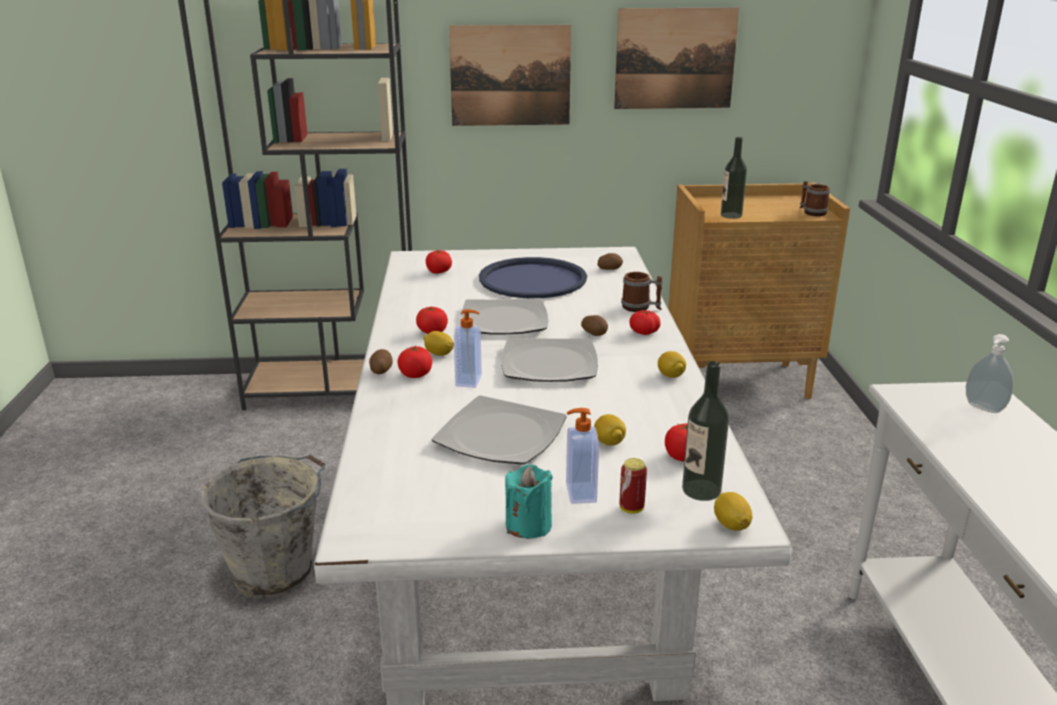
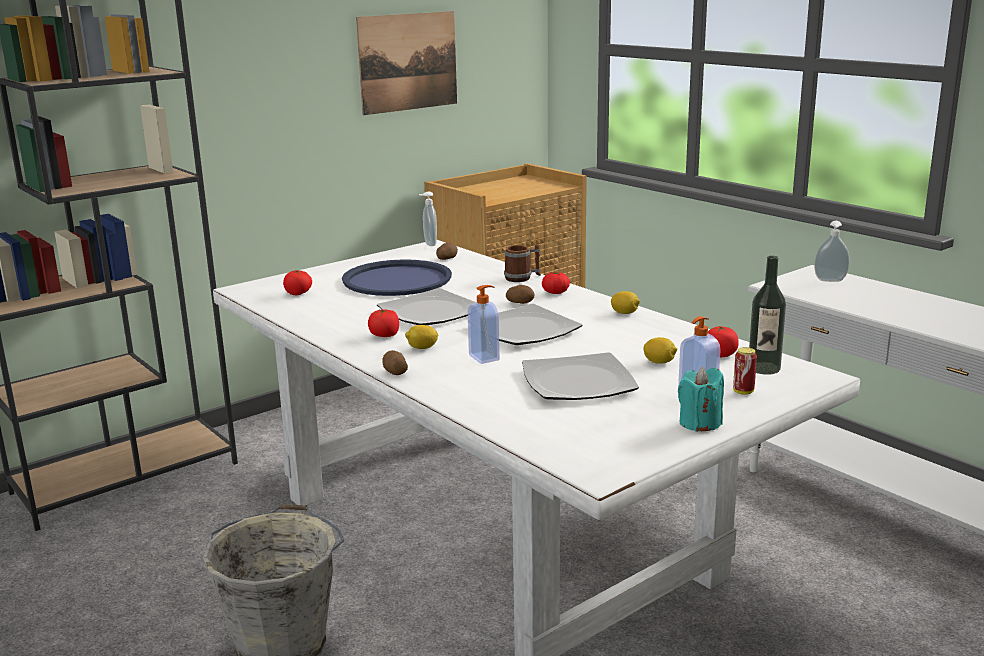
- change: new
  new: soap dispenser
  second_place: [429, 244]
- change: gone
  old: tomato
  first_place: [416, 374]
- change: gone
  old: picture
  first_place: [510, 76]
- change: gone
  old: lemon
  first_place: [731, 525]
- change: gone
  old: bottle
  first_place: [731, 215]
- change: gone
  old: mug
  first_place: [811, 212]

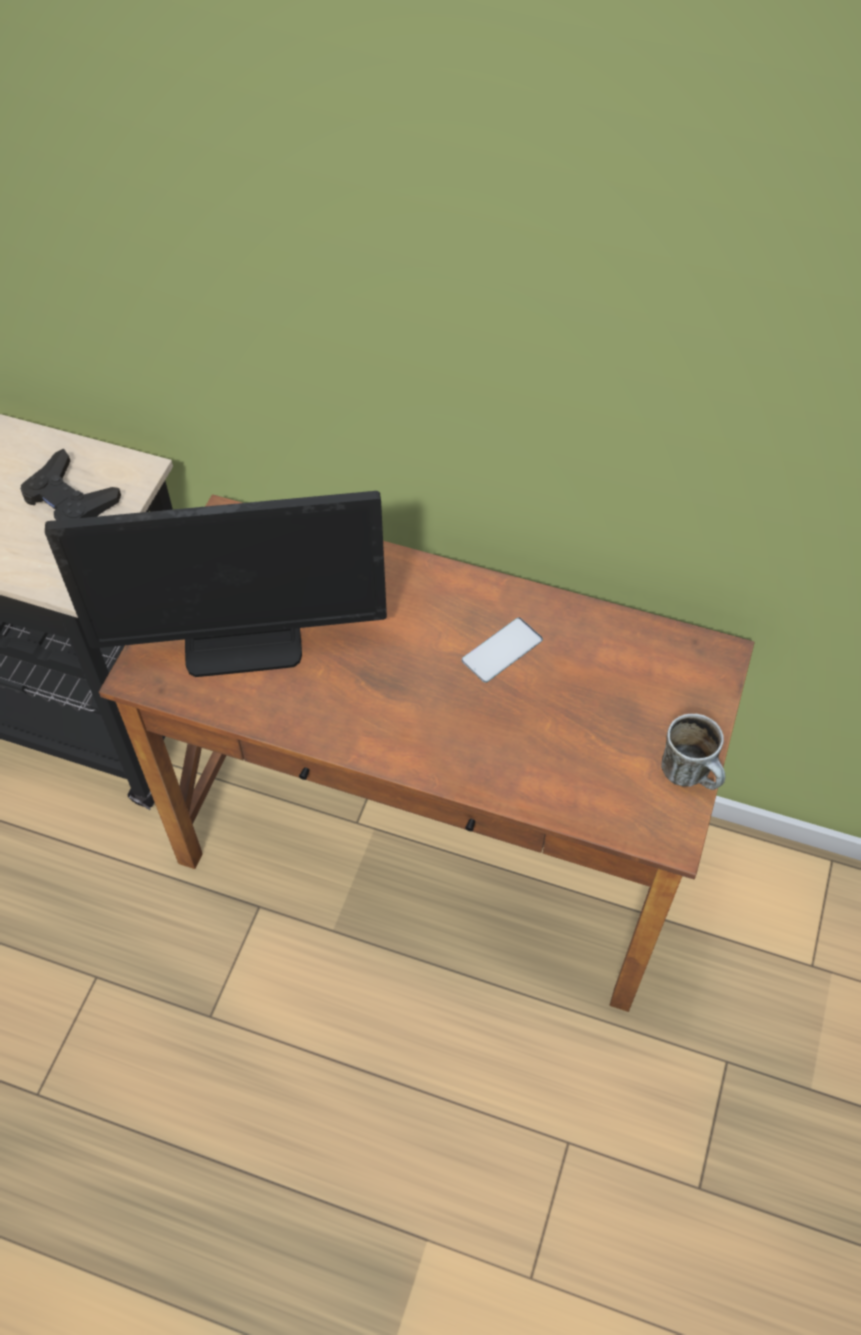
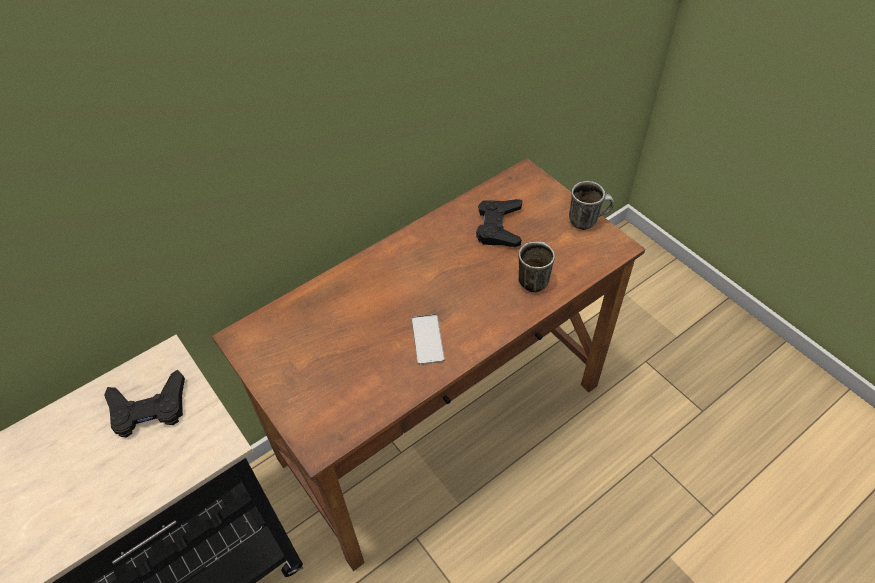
- change: shifted
  old: phone
  first_place: [502, 650]
  second_place: [427, 339]
- change: new
  new: game controller (black)
  second_place: [499, 227]
- change: new
  new: mug
  second_place: [533, 278]
- change: gone
  old: monitor
  first_place: [243, 641]

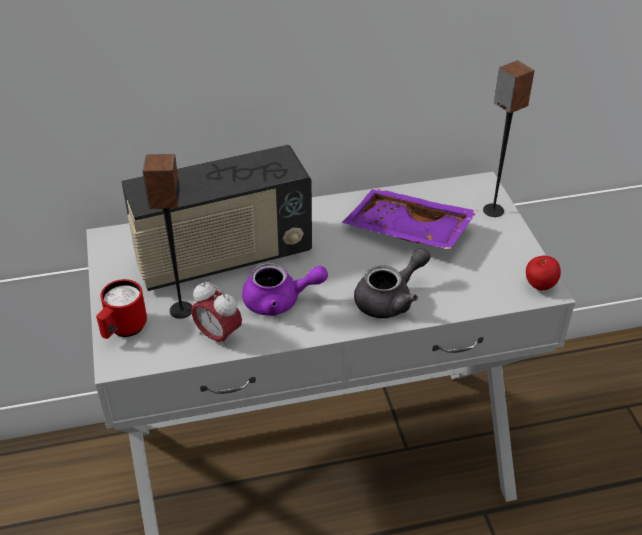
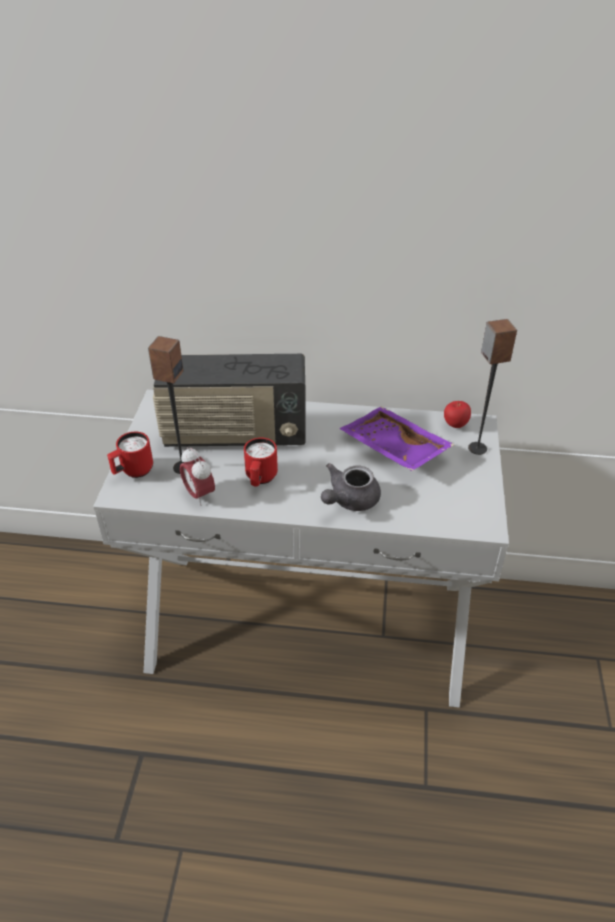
- change: swapped
  old: teapot (purple)
  new: mug (red)
  first_place: [280, 301]
  second_place: [260, 479]
- change: rotated
  old: teapot (grey)
  first_place: [390, 299]
  second_place: [349, 500]
  degrees: 150
- change: shifted
  old: apple
  first_place: [539, 286]
  second_place: [455, 425]

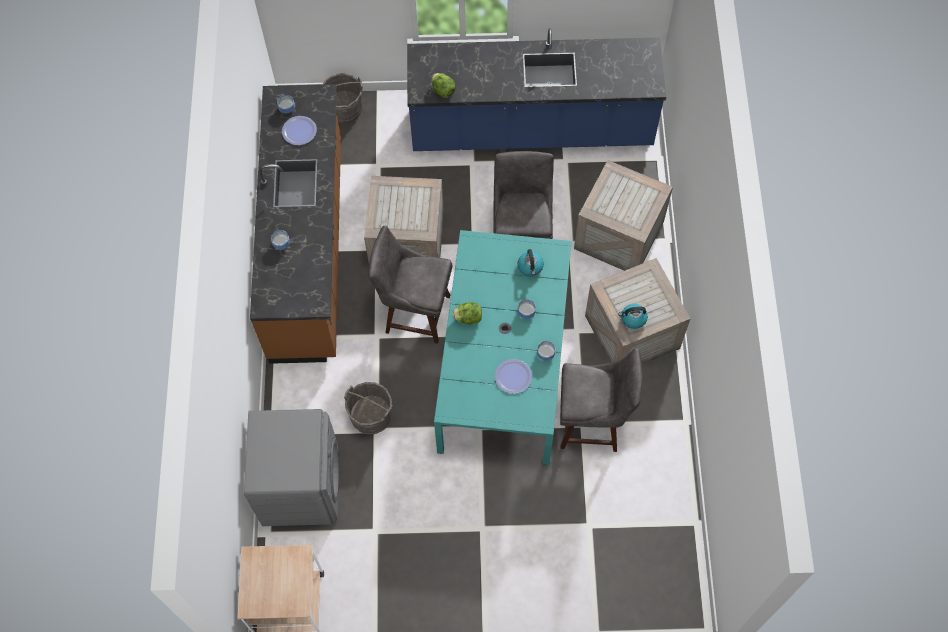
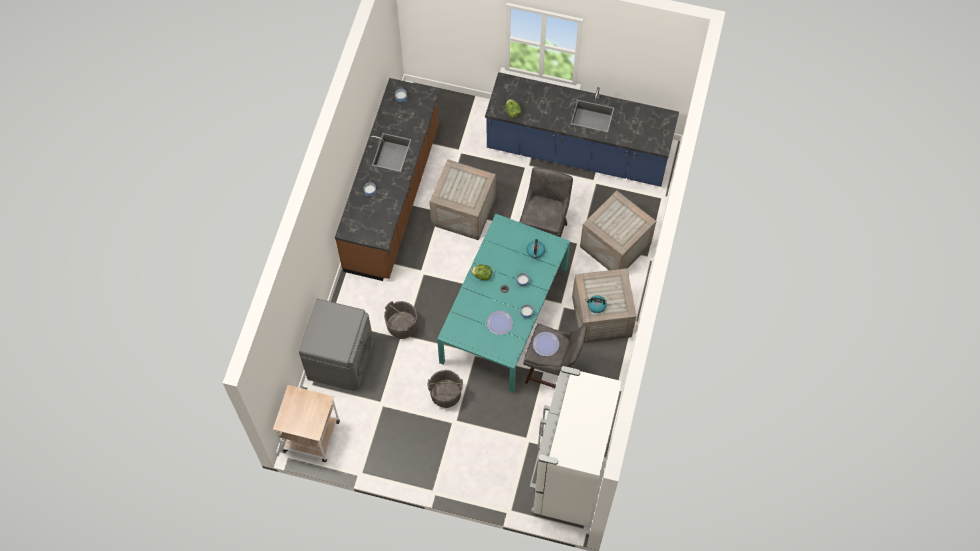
- change: shifted
  old: bucket (grey)
  first_place: [344, 109]
  second_place: [445, 395]
- change: new
  new: fridge (white)
  second_place: [567, 478]
- change: shifted
  old: plate
  first_place: [299, 131]
  second_place: [545, 344]
- change: gone
  old: stool (grey)
  first_place: [414, 313]

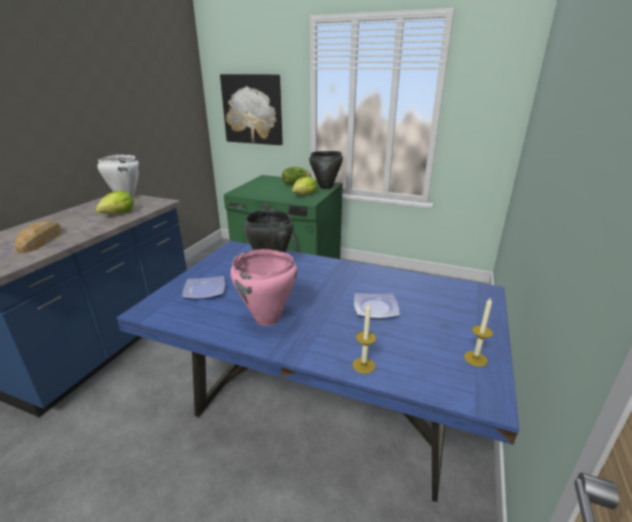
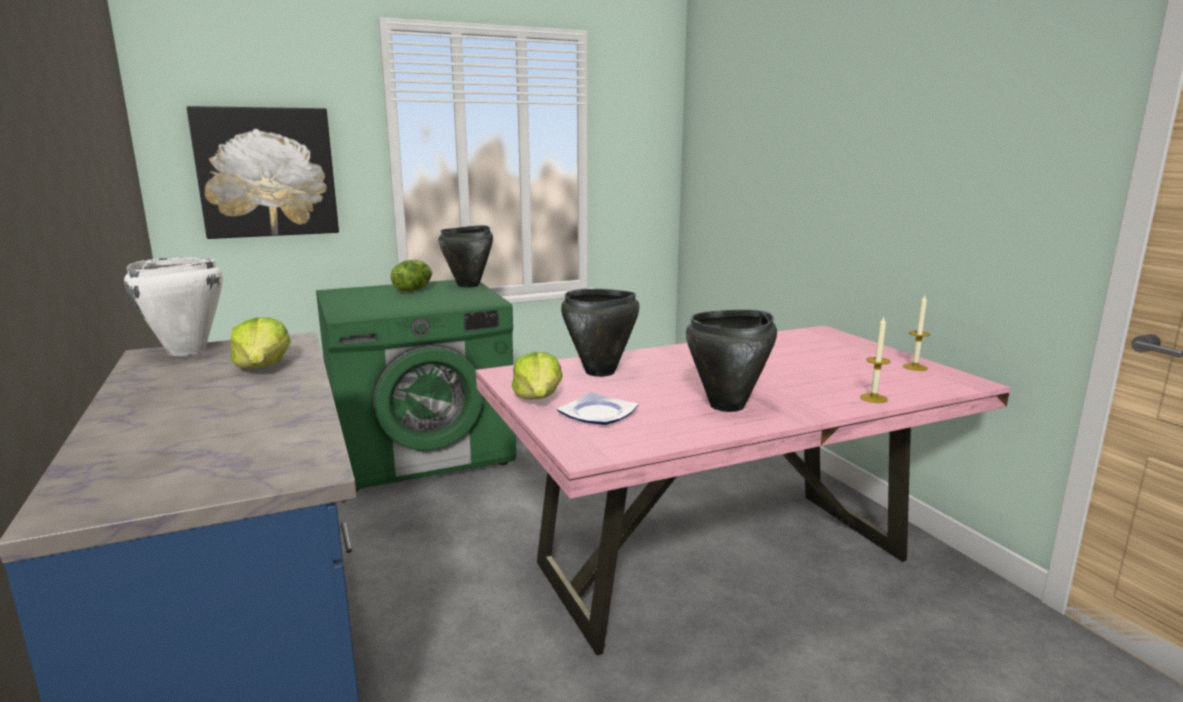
- change: repainted
  old: dining table (blue)
  new: dining table (pink)
  first_place: [323, 413]
  second_place: [723, 561]
- change: shifted
  old: lettuce
  first_place: [304, 195]
  second_place: [538, 398]
- change: repainted
  old: cooking pot (pink)
  new: cooking pot (black)
  first_place: [267, 319]
  second_place: [728, 406]
- change: gone
  old: bread
  first_place: [41, 240]
- change: gone
  old: plate
  first_place: [374, 308]

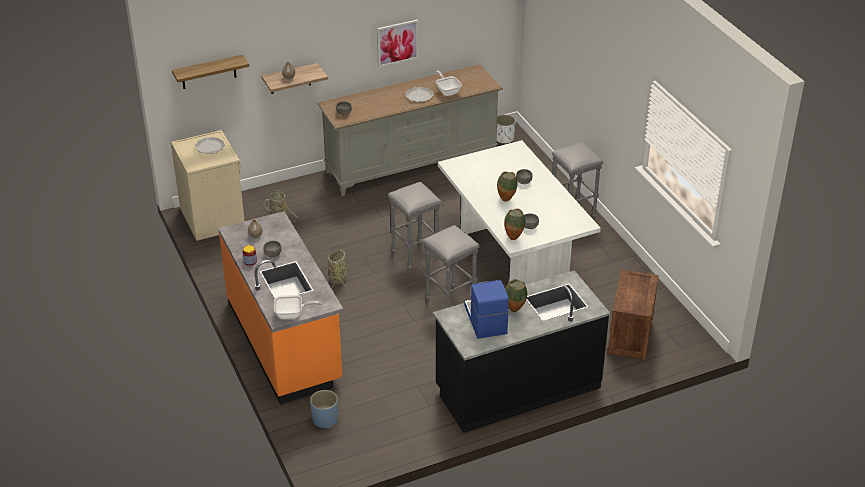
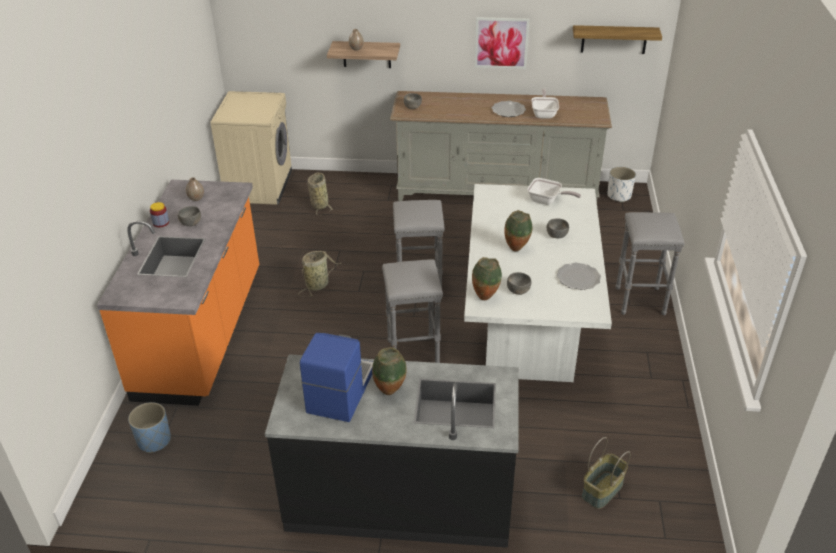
- change: shifted
  old: frying pan
  first_place: [292, 314]
  second_place: [547, 201]
- change: shifted
  old: plate
  first_place: [210, 147]
  second_place: [578, 278]
- change: shifted
  old: shelf
  first_place: [208, 72]
  second_place: [614, 39]
- change: swapped
  old: crate
  new: basket
  first_place: [631, 337]
  second_place: [602, 490]

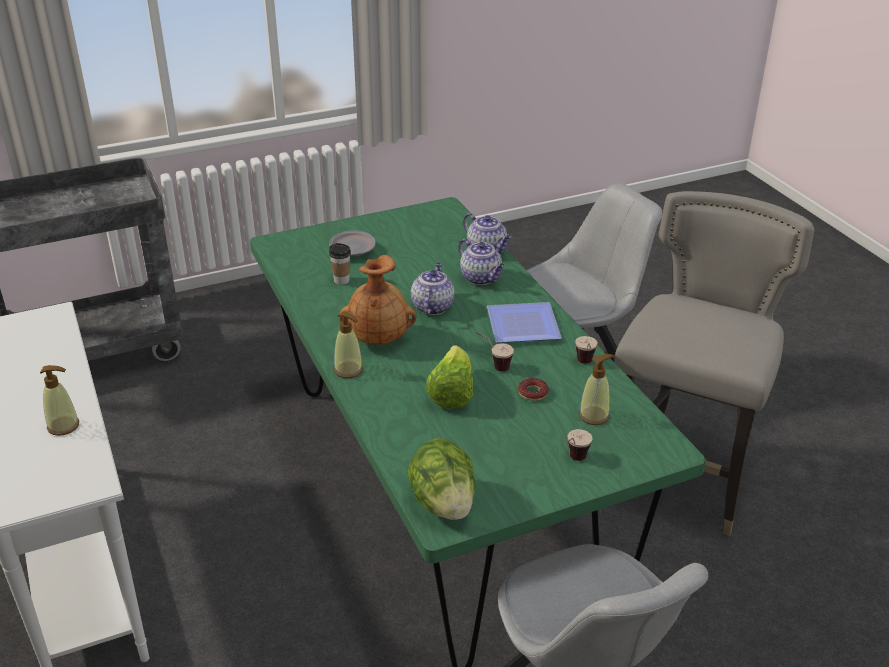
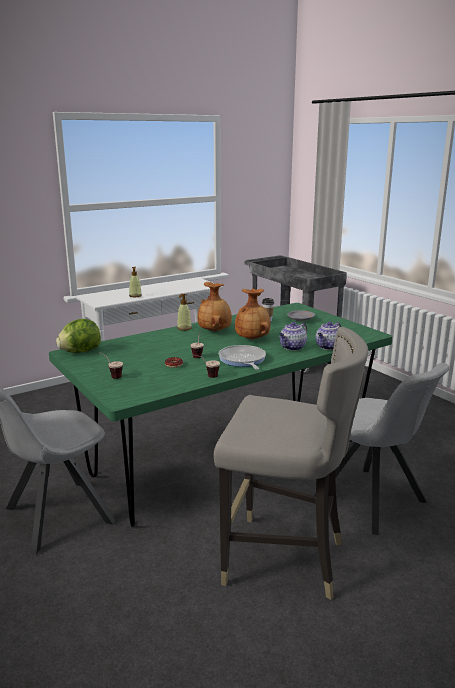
- change: swapped
  old: plate
  new: frying pan
  first_place: [525, 327]
  second_place: [242, 360]
- change: swapped
  old: teapot
  new: vase (brown)
  first_place: [432, 306]
  second_place: [252, 339]
- change: gone
  old: lettuce
  first_place: [451, 393]
- change: gone
  old: soap dispenser
  first_place: [594, 416]

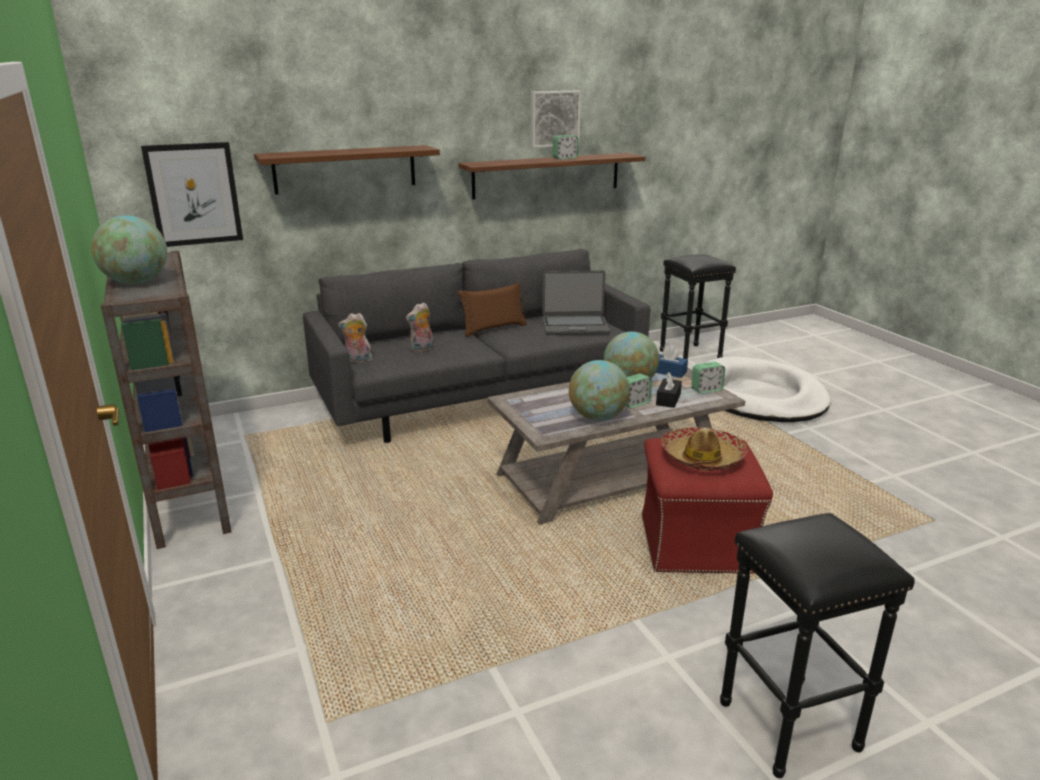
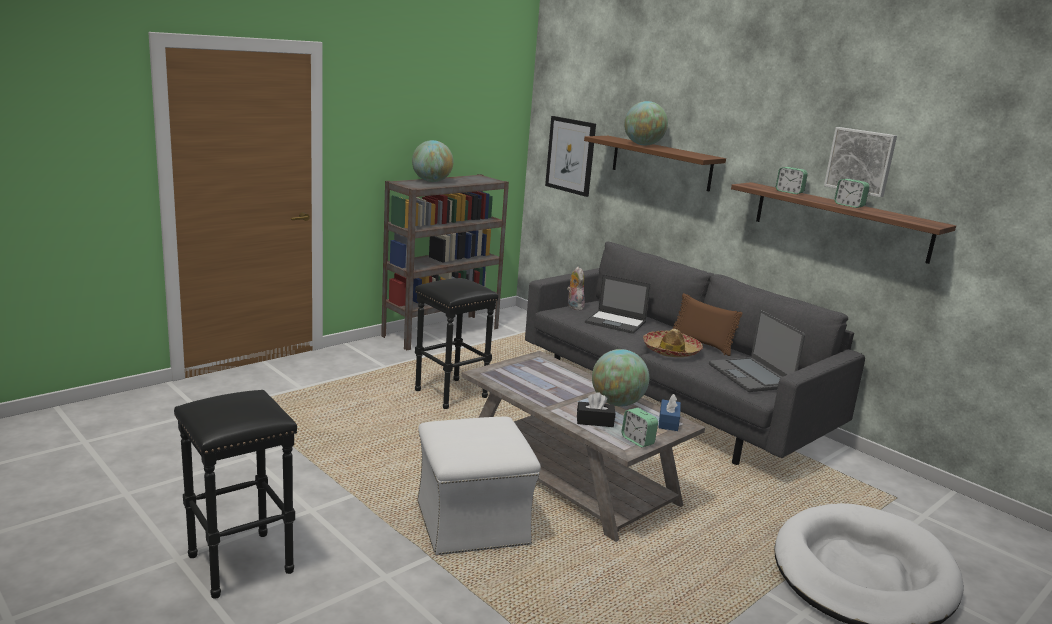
- change: shifted
  old: stool (black)
  first_place: [690, 355]
  second_place: [449, 394]
- change: repainted
  old: ottoman (red)
  new: ottoman (white)
  first_place: [695, 544]
  second_place: [472, 522]
- change: swapped
  old: plush toy
  new: laptop
  first_place: [422, 350]
  second_place: [616, 322]
- change: shifted
  old: globe
  first_place: [597, 417]
  second_place: [643, 145]
- change: shifted
  old: hat
  first_place: [702, 458]
  second_place: [671, 351]
- change: shifted
  old: alarm clock
  first_place: [634, 403]
  second_place: [789, 192]

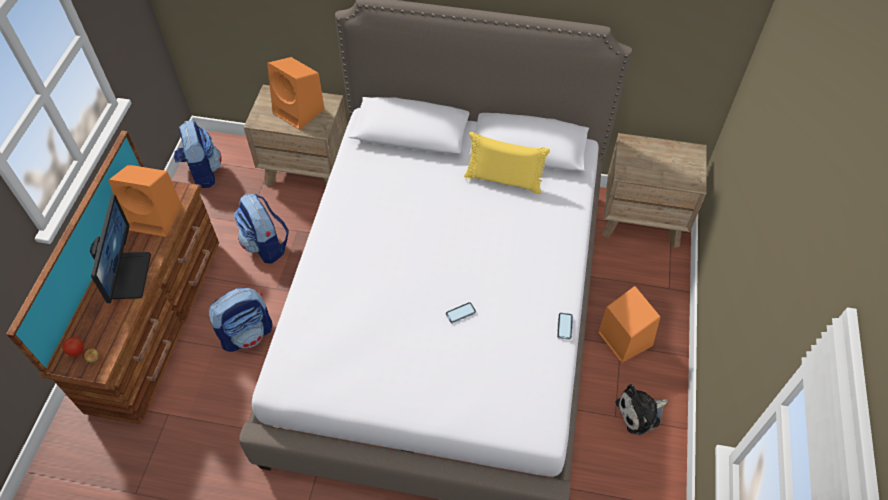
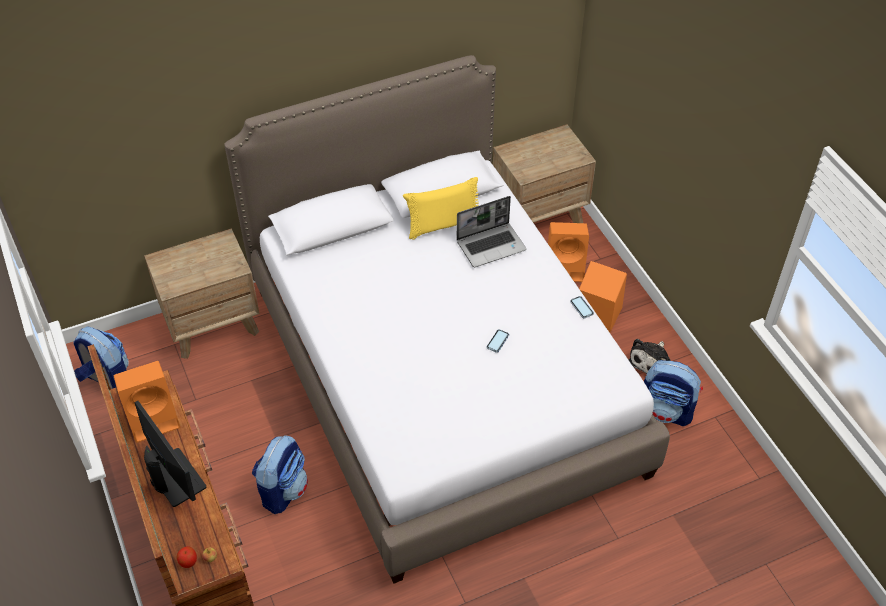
- change: new
  new: laptop
  second_place: [491, 245]
- change: shifted
  old: speaker (orange)
  first_place: [300, 111]
  second_place: [566, 267]
- change: shifted
  old: backpack
  first_place: [266, 245]
  second_place: [666, 411]

